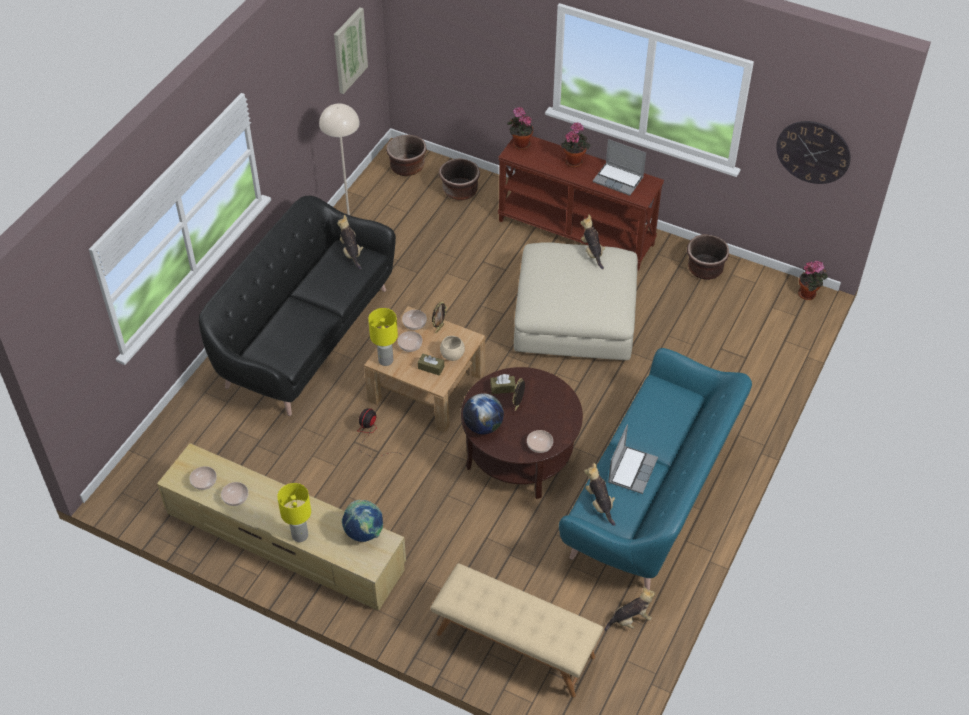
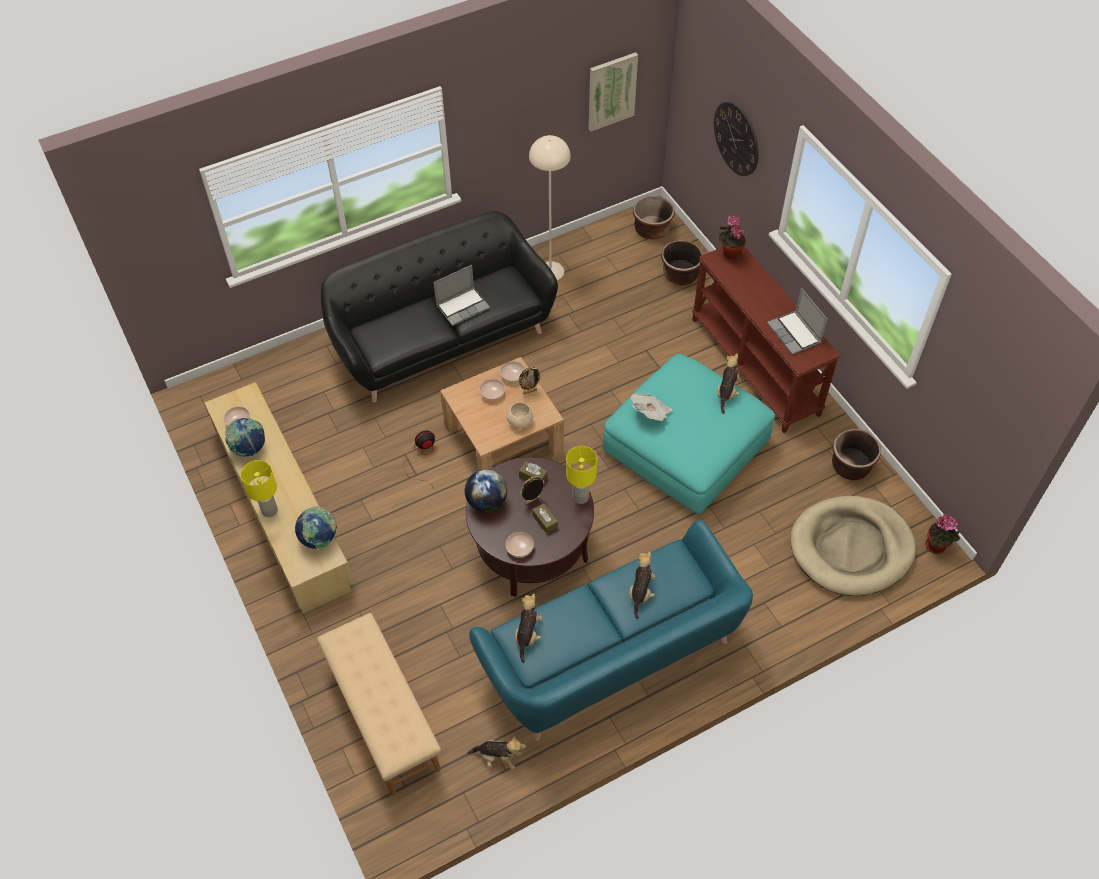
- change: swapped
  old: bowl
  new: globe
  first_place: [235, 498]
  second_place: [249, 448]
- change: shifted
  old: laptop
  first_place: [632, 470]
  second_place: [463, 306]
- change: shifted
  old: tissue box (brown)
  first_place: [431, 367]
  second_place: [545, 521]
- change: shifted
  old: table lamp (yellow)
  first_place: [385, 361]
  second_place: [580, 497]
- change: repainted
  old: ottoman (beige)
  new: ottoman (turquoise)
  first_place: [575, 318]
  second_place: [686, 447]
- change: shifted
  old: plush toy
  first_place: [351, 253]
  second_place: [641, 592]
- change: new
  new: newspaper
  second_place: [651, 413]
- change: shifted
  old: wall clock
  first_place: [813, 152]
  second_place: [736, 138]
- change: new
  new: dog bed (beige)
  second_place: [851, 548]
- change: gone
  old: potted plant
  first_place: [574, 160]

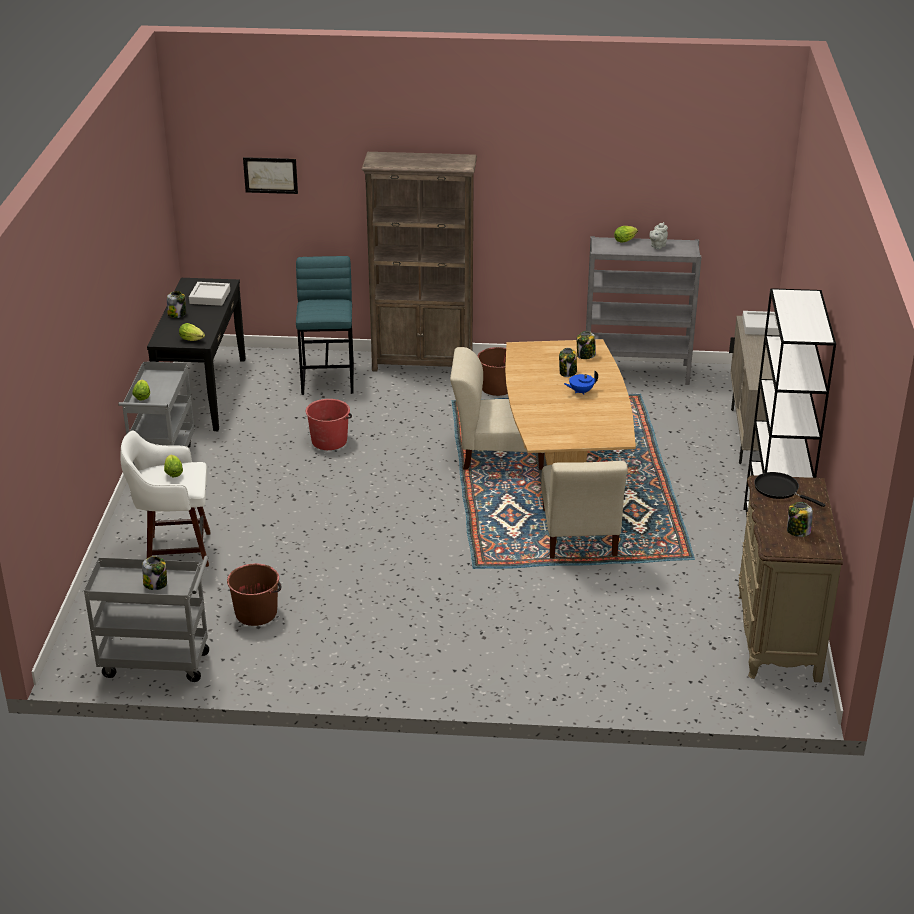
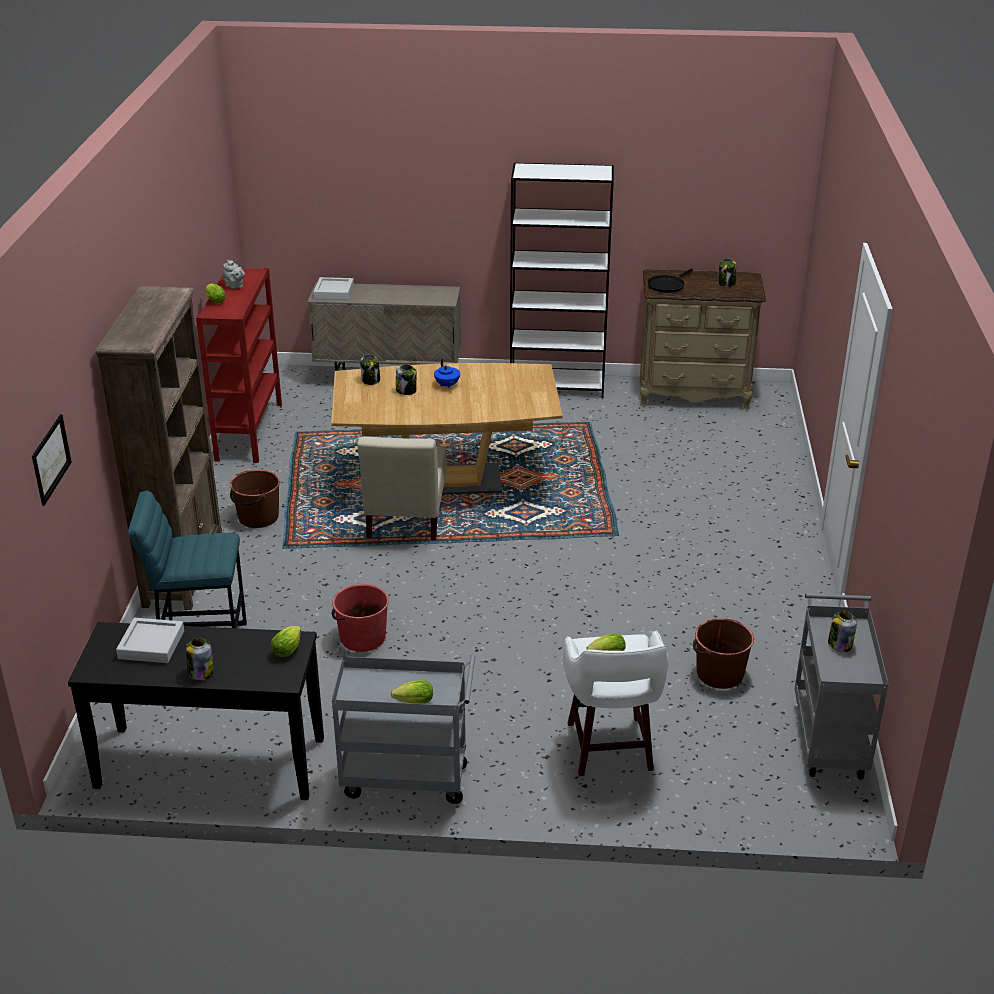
- change: repainted
  old: bookcase (grey)
  new: bookcase (red)
  first_place: [636, 373]
  second_place: [249, 432]
- change: gone
  old: chair (beige)
  first_place: [578, 535]

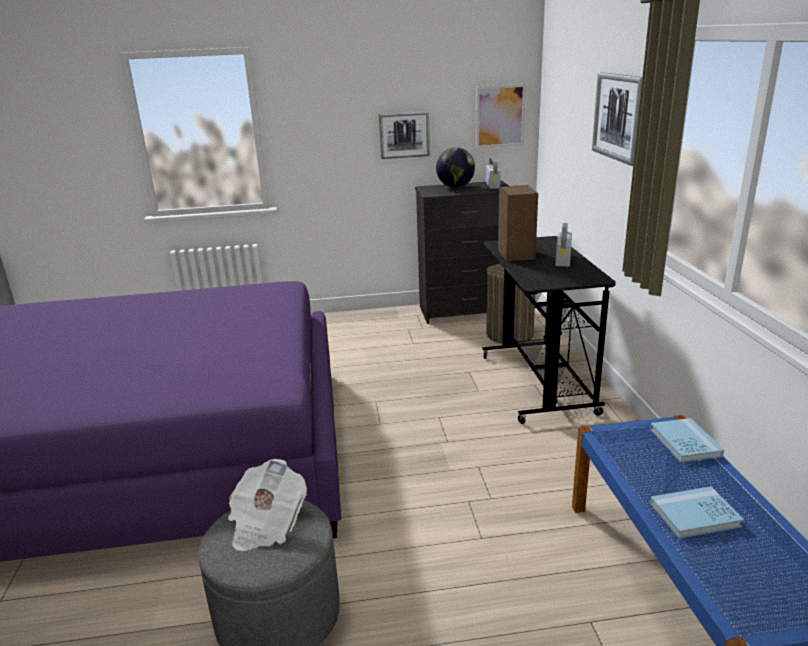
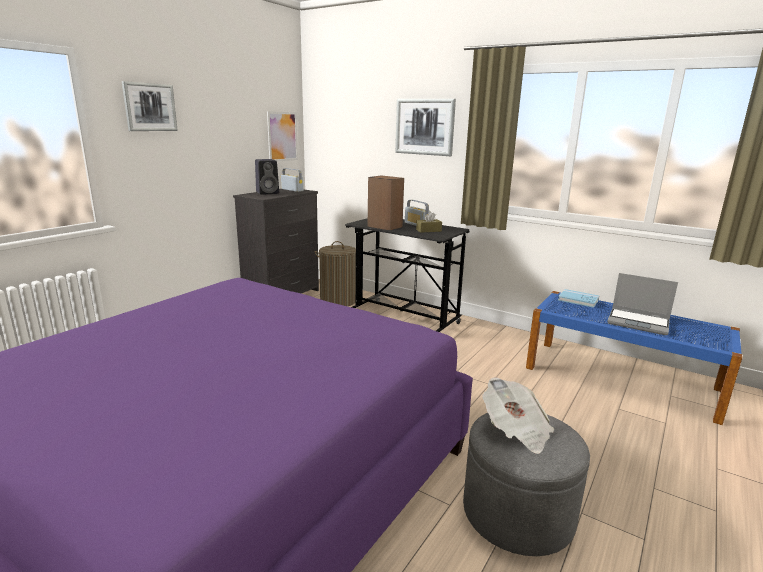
- change: shifted
  old: picture
  first_place: [404, 135]
  second_place: [150, 107]
- change: swapped
  old: globe
  new: speaker (black)
  first_place: [455, 187]
  second_place: [268, 193]
- change: new
  new: tissue box (brown)
  second_place: [428, 230]
- change: swapped
  old: book (blue)
  new: laptop
  first_place: [694, 515]
  second_place: [639, 322]

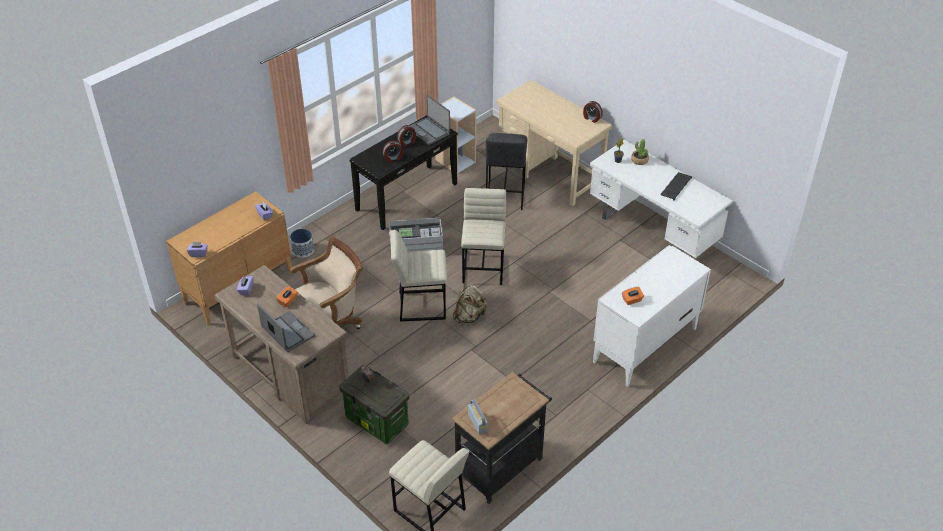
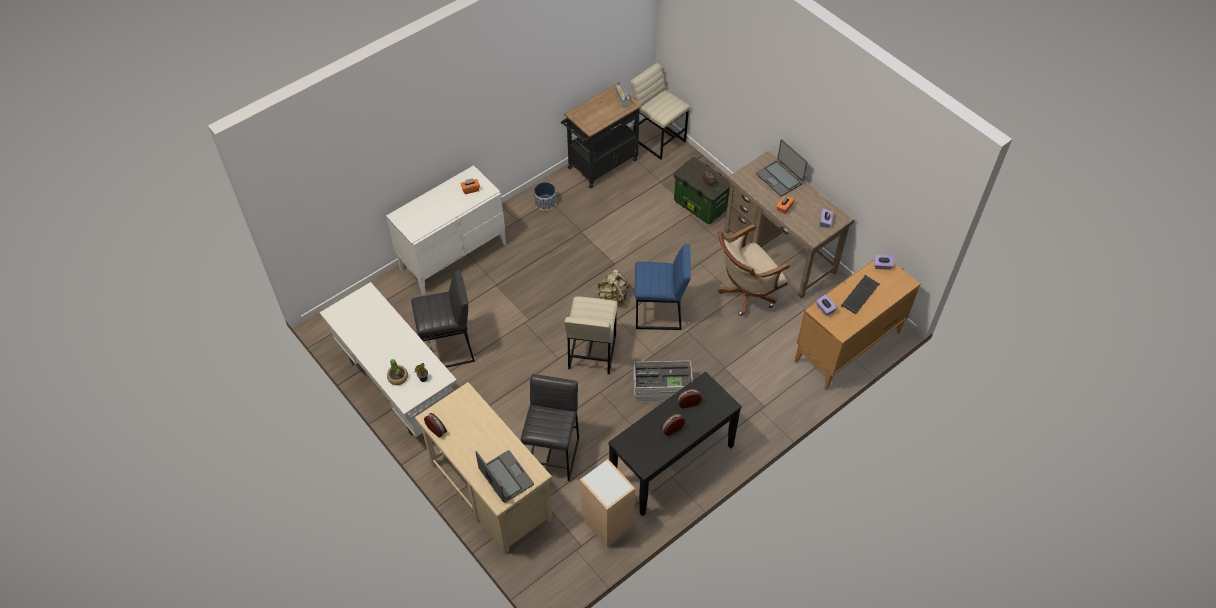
- change: new
  new: stool (grey)
  second_place: [449, 349]
- change: shifted
  old: laptop
  first_place: [429, 131]
  second_place: [505, 477]
- change: shifted
  old: planter
  first_place: [303, 250]
  second_place: [545, 202]
- change: repainted
  old: chair (beige)
  new: chair (blue)
  first_place: [420, 305]
  second_place: [660, 313]
- change: shifted
  old: keyboard
  first_place: [675, 186]
  second_place: [860, 296]

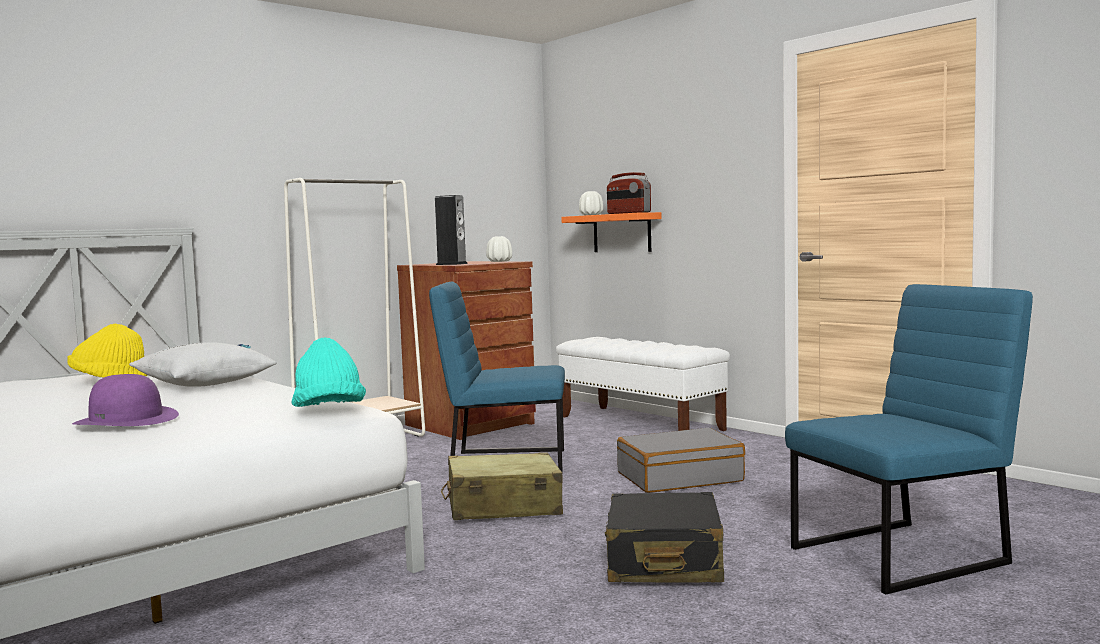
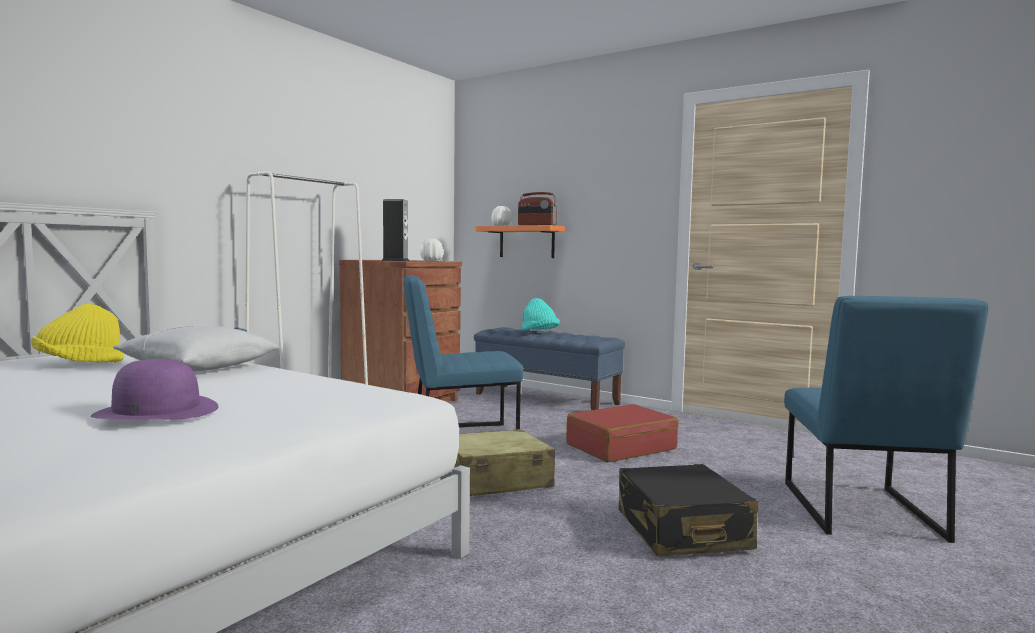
- change: repainted
  old: bench (white)
  new: bench (blue)
  first_place: [640, 423]
  second_place: [546, 399]
- change: shifted
  old: hat (turquoise)
  first_place: [329, 411]
  second_place: [539, 332]
- change: repainted
  old: suitcase (grey)
  new: suitcase (red)
  first_place: [679, 477]
  second_place: [620, 447]
- change: rotated
  old: chair (blue)
  first_place: [903, 555]
  second_place: [861, 512]
  degrees: 135

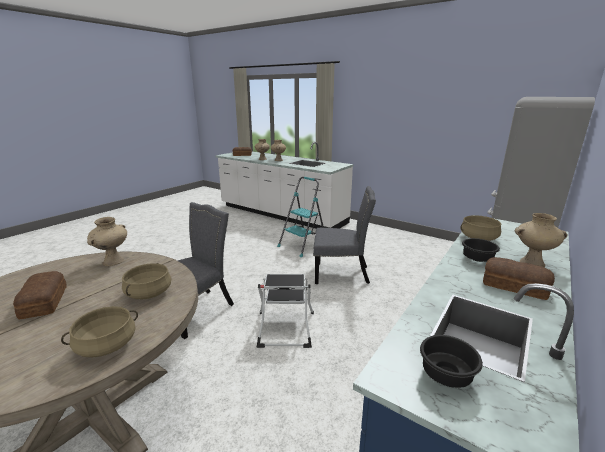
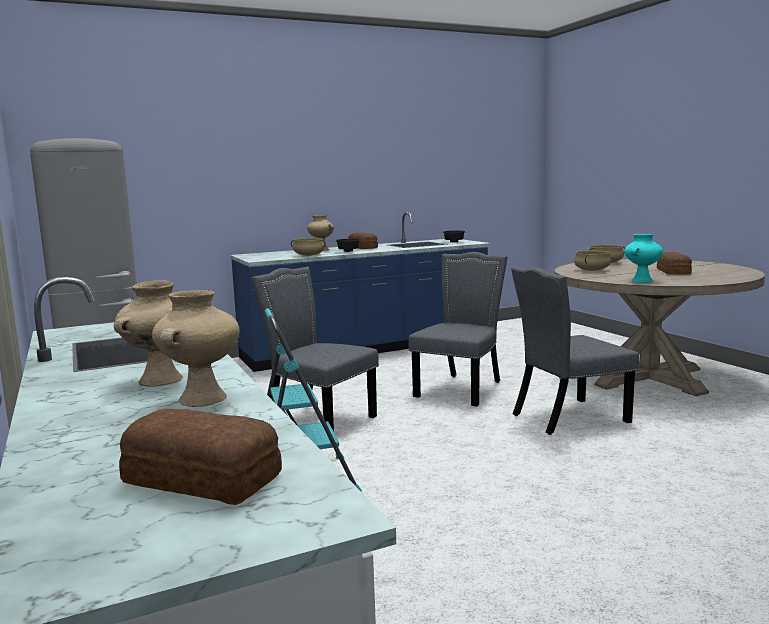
- change: swapped
  old: step ladder
  new: chair (grey)
  first_place: [285, 327]
  second_place: [460, 390]
- change: repainted
  old: vase (beige)
  new: vase (turquoise)
  first_place: [113, 262]
  second_place: [642, 281]

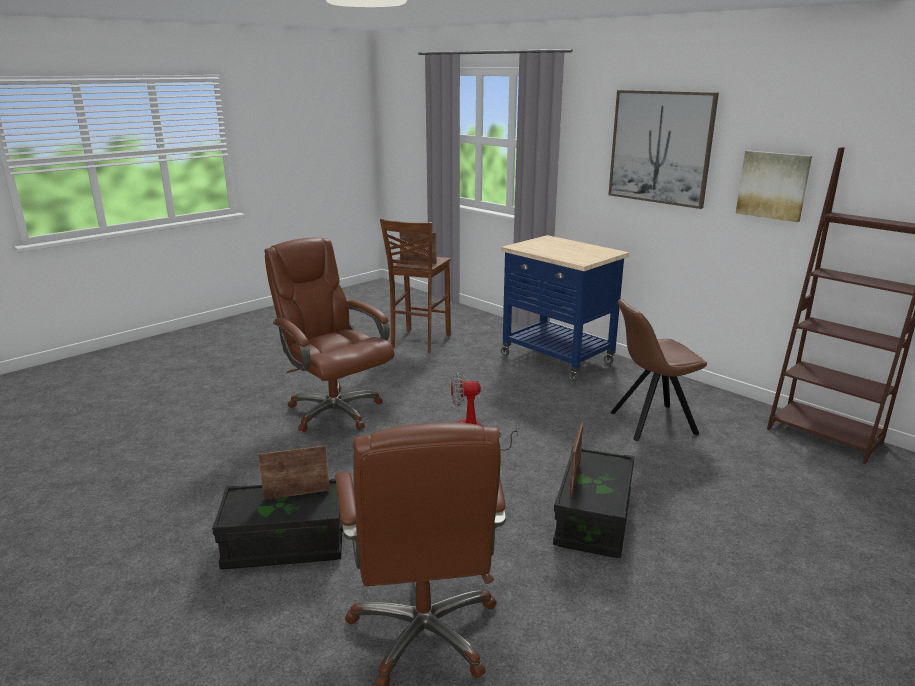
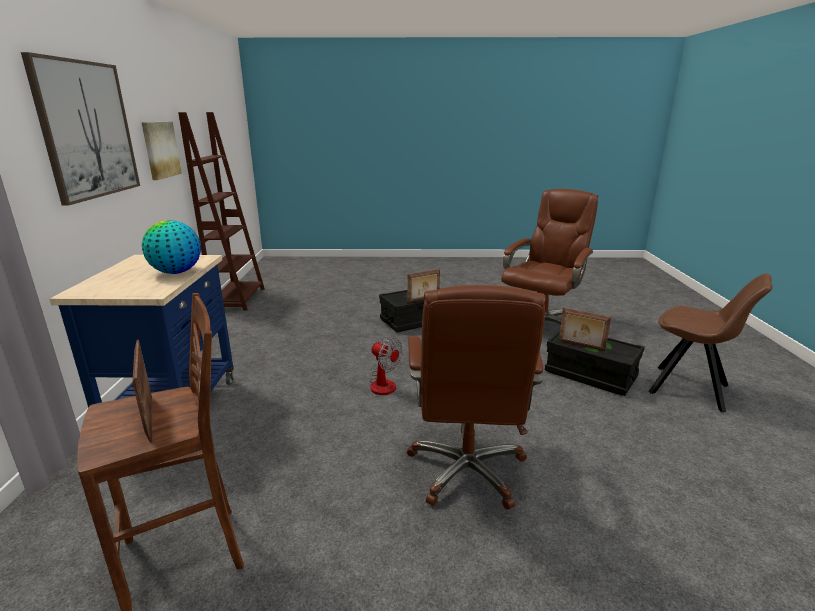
- change: new
  new: globe
  second_place: [176, 272]
- change: shifted
  old: chair (brown)
  first_place: [652, 423]
  second_place: [689, 389]

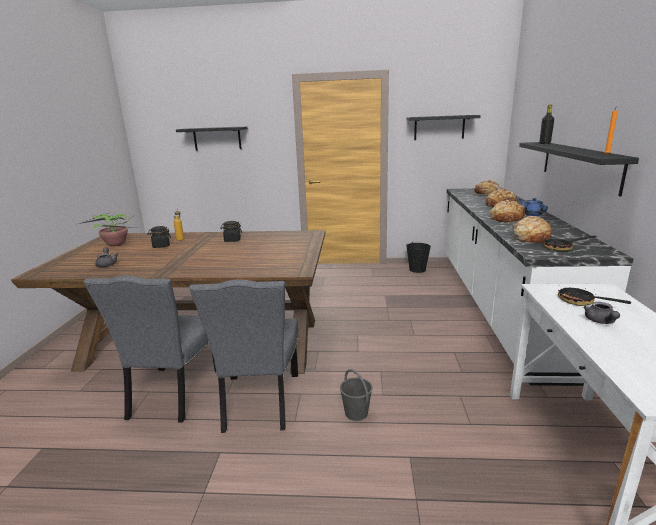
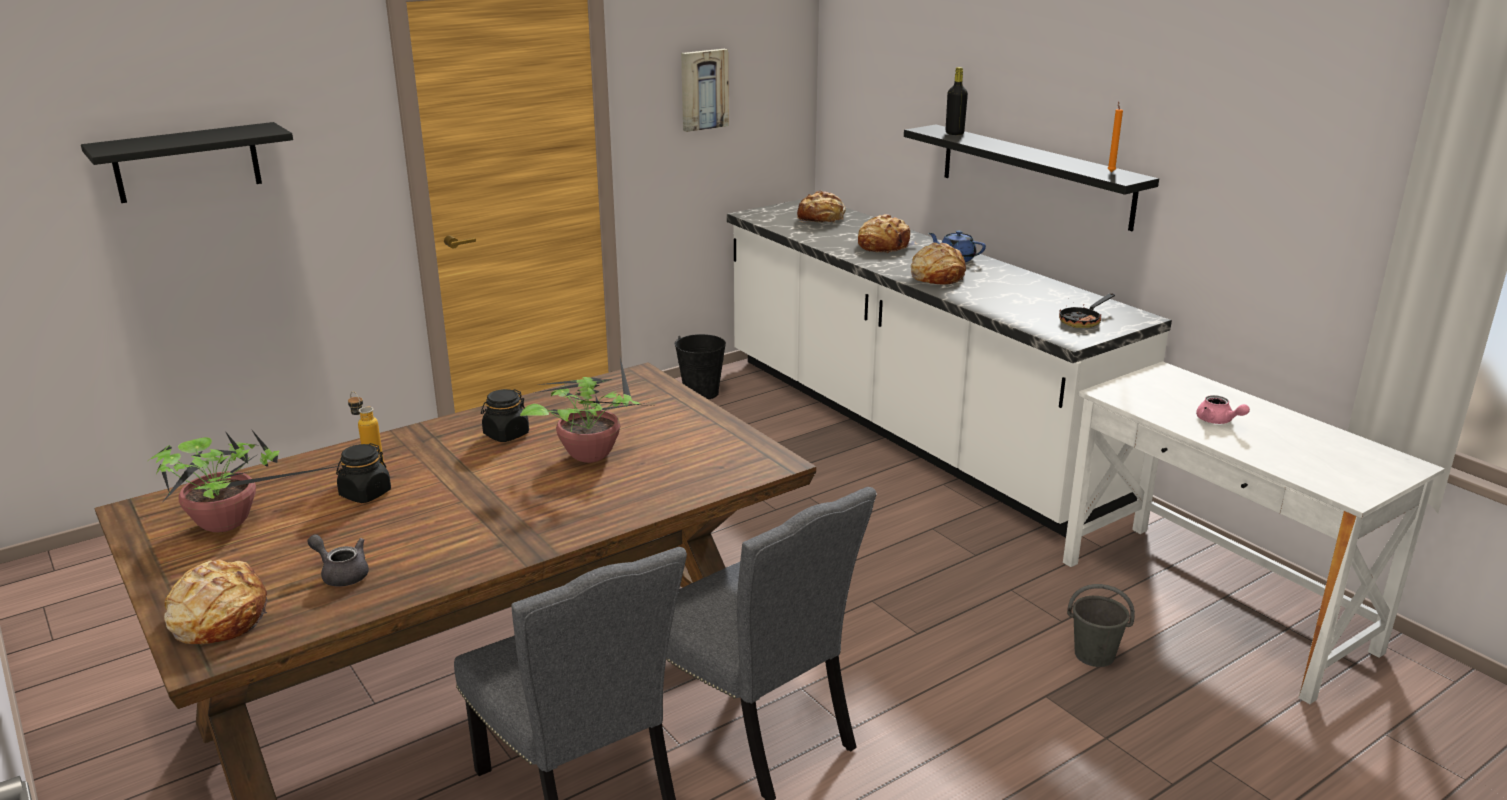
- change: shifted
  old: bread
  first_place: [530, 237]
  second_place: [218, 617]
- change: new
  new: potted plant
  second_place: [591, 454]
- change: swapped
  old: shelf (black)
  new: picture
  first_place: [439, 127]
  second_place: [703, 89]
- change: shifted
  old: bucket (grey)
  first_place: [356, 413]
  second_place: [1093, 655]
- change: repainted
  old: teapot (grey)
  new: teapot (pink)
  first_place: [600, 321]
  second_place: [1218, 421]
- change: gone
  old: frying pan
  first_place: [581, 302]

